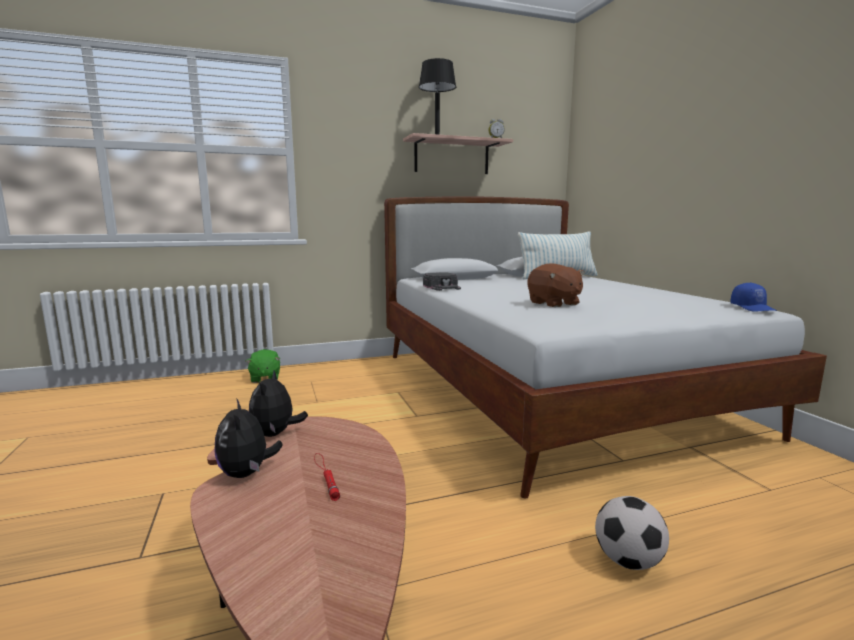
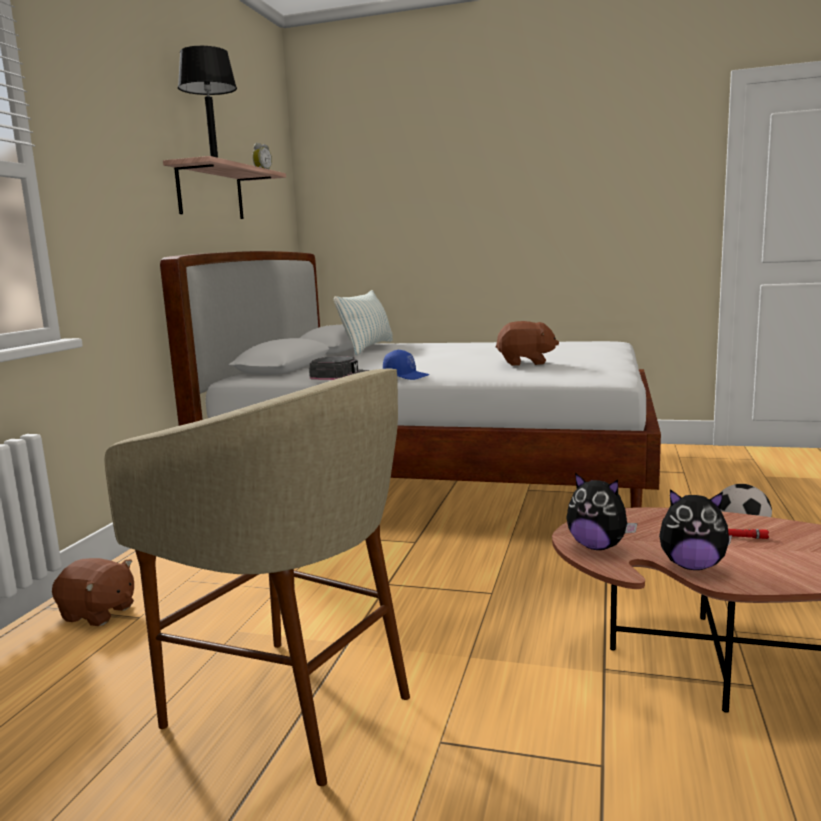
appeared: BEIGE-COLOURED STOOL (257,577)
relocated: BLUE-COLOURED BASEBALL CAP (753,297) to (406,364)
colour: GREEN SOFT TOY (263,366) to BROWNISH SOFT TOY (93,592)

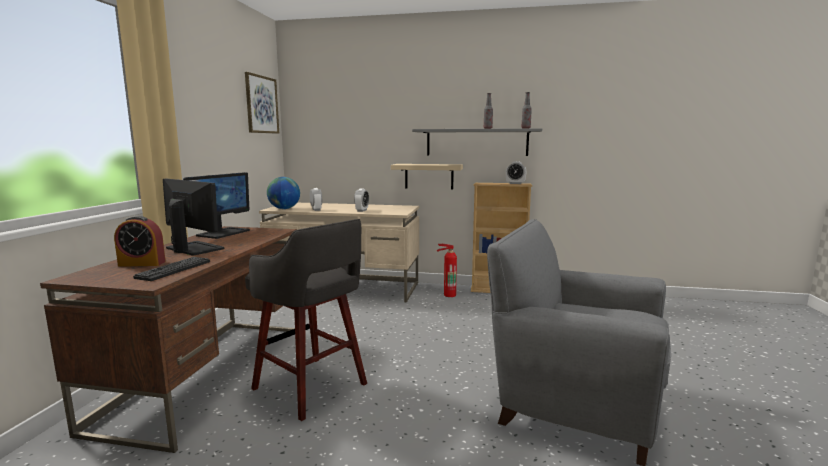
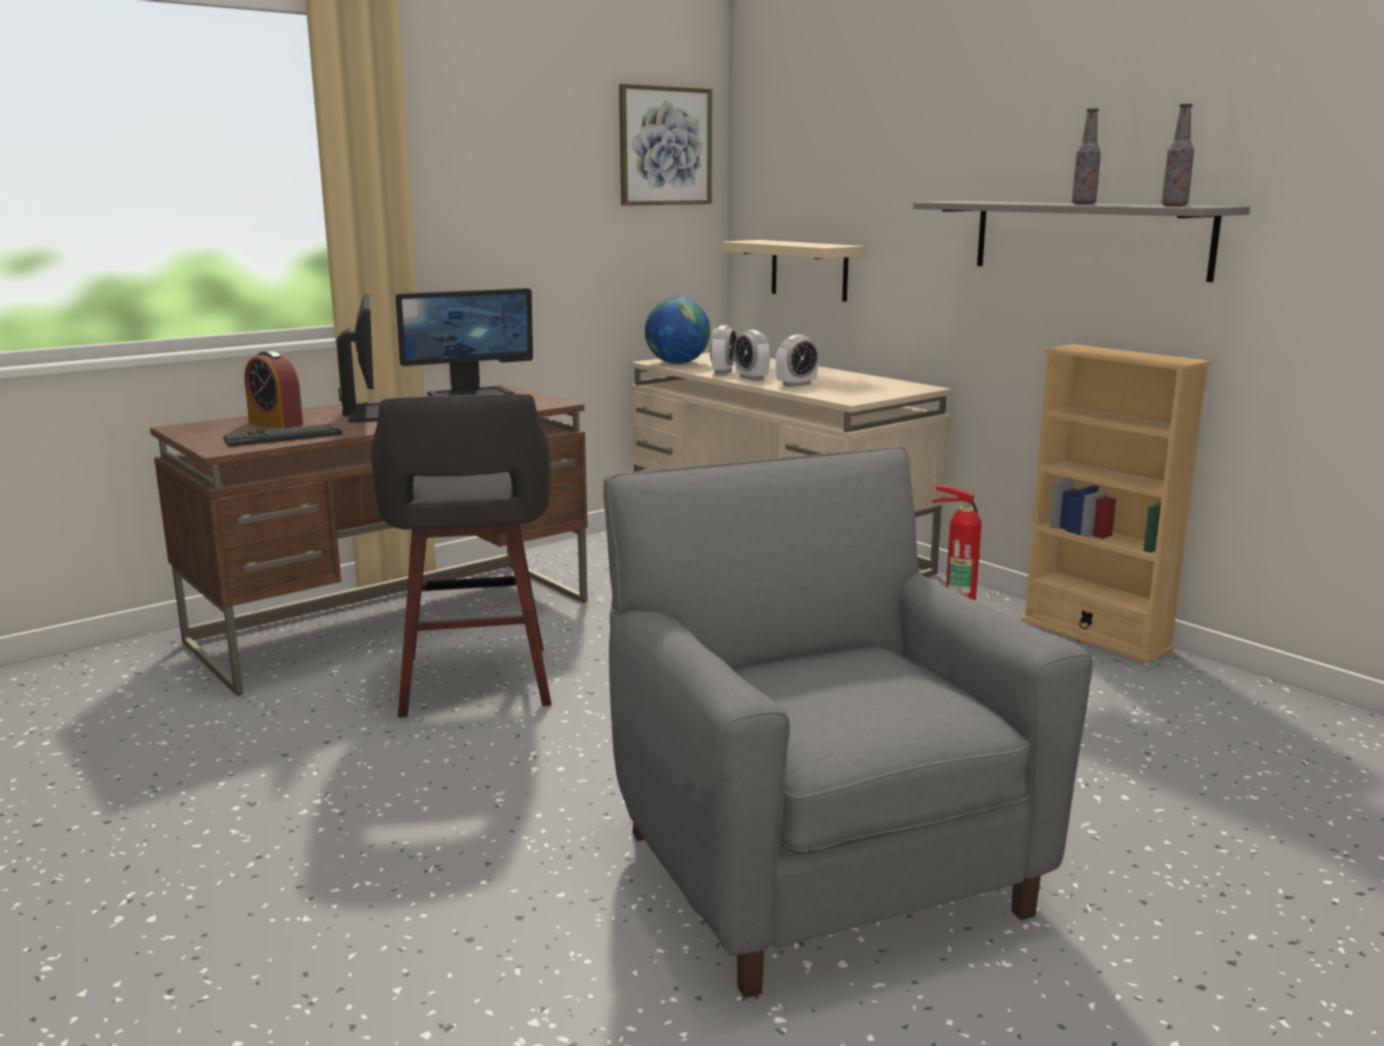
relocated: BEDSIDE CLOCK (516,172) to (752,355); BEIGE-COLOURED SHELF (427,176) to (793,271)

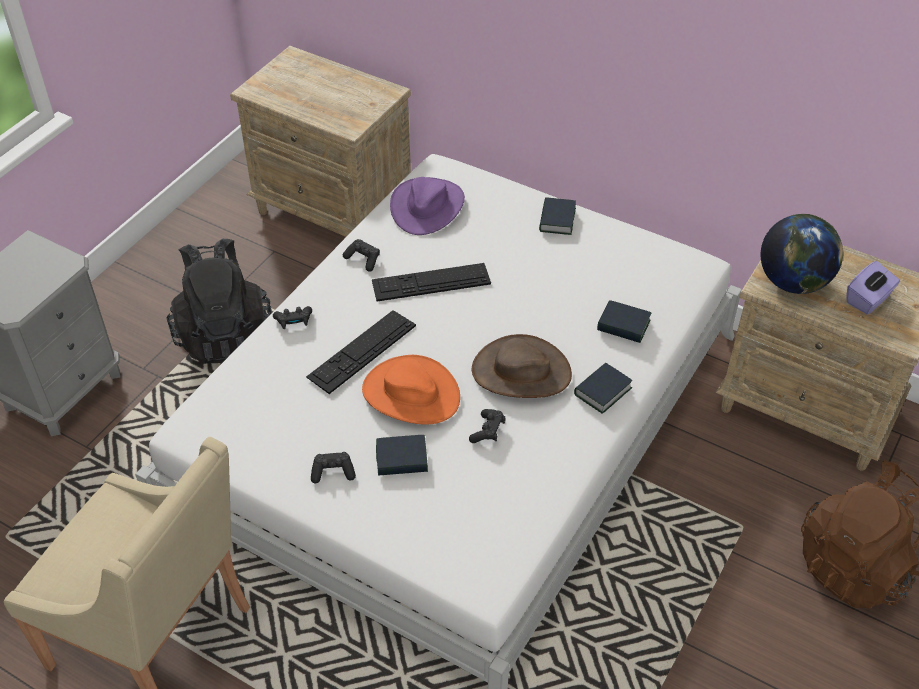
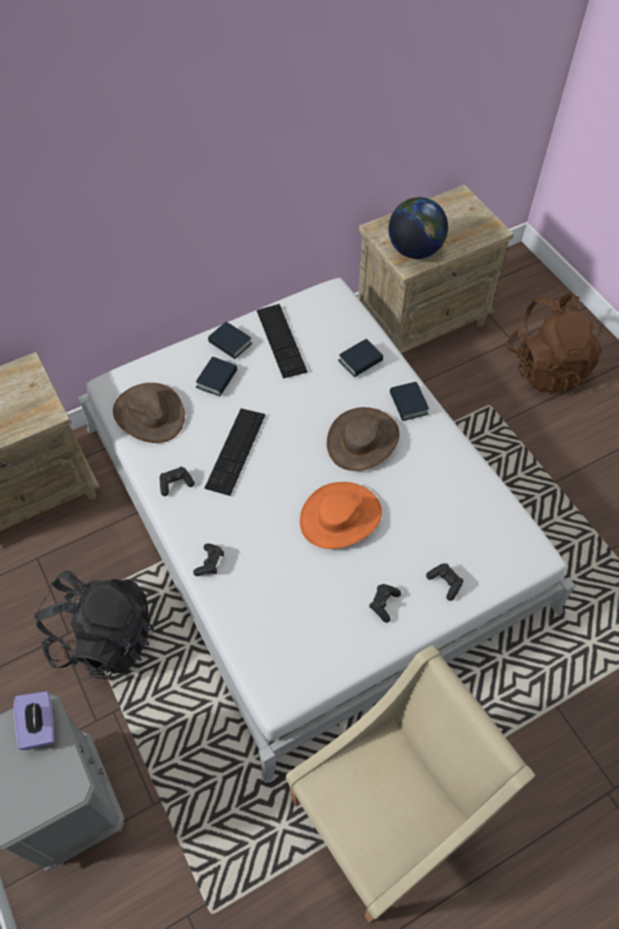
relocated: PURPLE TISSUE BOX (873,288) to (34,720); COMPUTER KEYBOARD (361,352) to (282,341); BLACKISH GAMEPAD (487,426) to (444,582); BOOK (402,455) to (216,377)
colour: PURPLE CLOTHING HAT (427,206) to BROWNISH CLOTHING HAT (149,413)

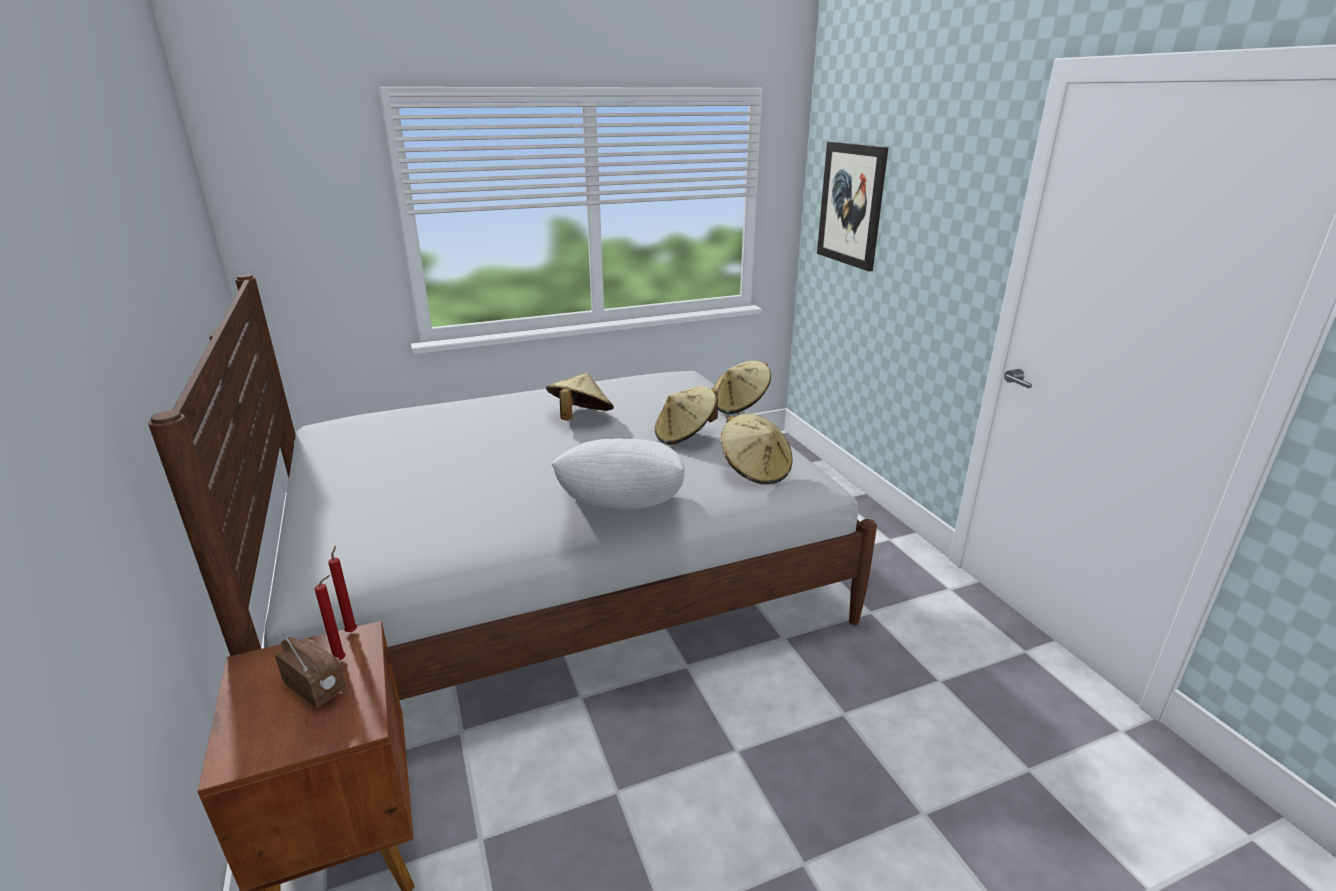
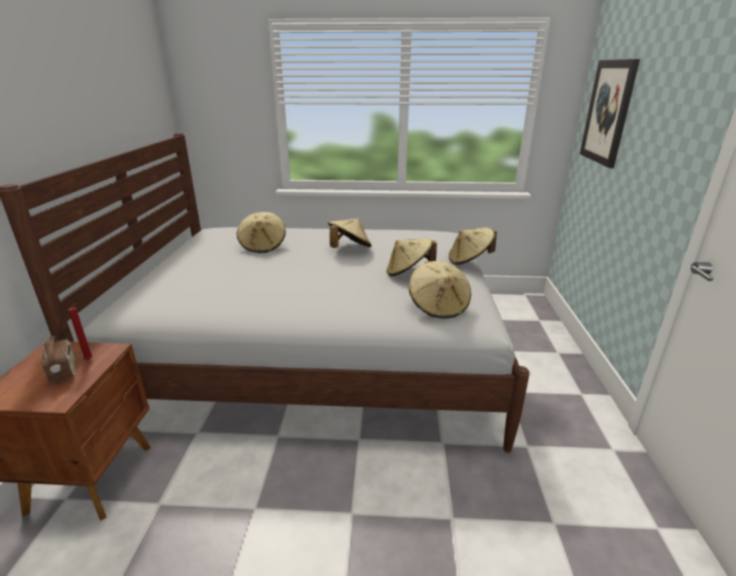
missing: WHITE-COLOURED PILLOW (618,474); REDDISH WAX LIGHT (342,589)
appeared: BEIGE-COLOURED CLOTHING HAT (261,232)

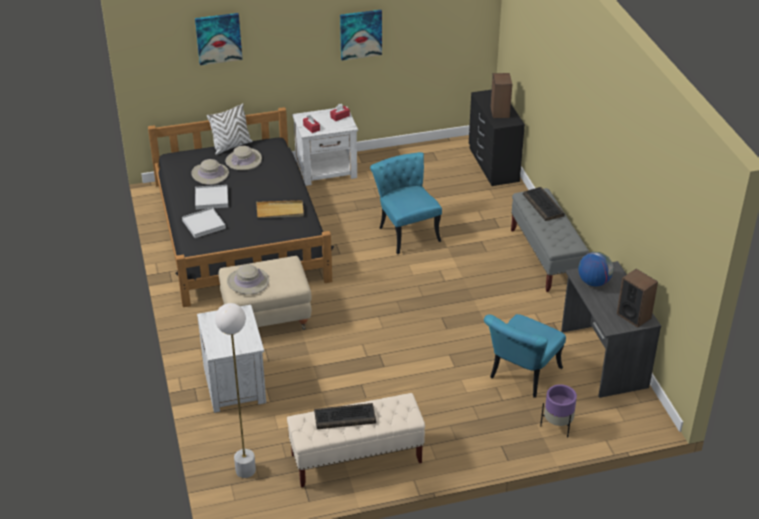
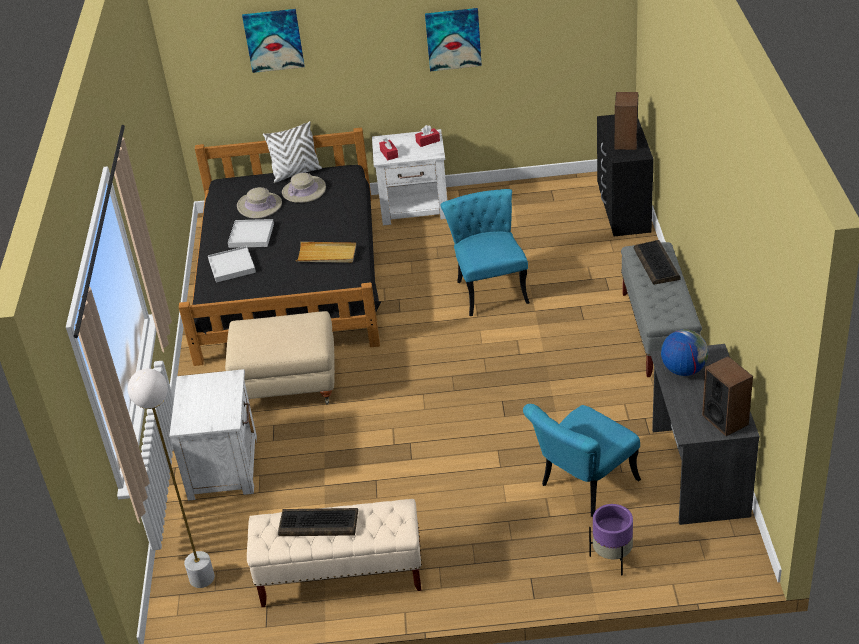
missing: BEIGE-COLOURED CLOTHING HAT (248,280)

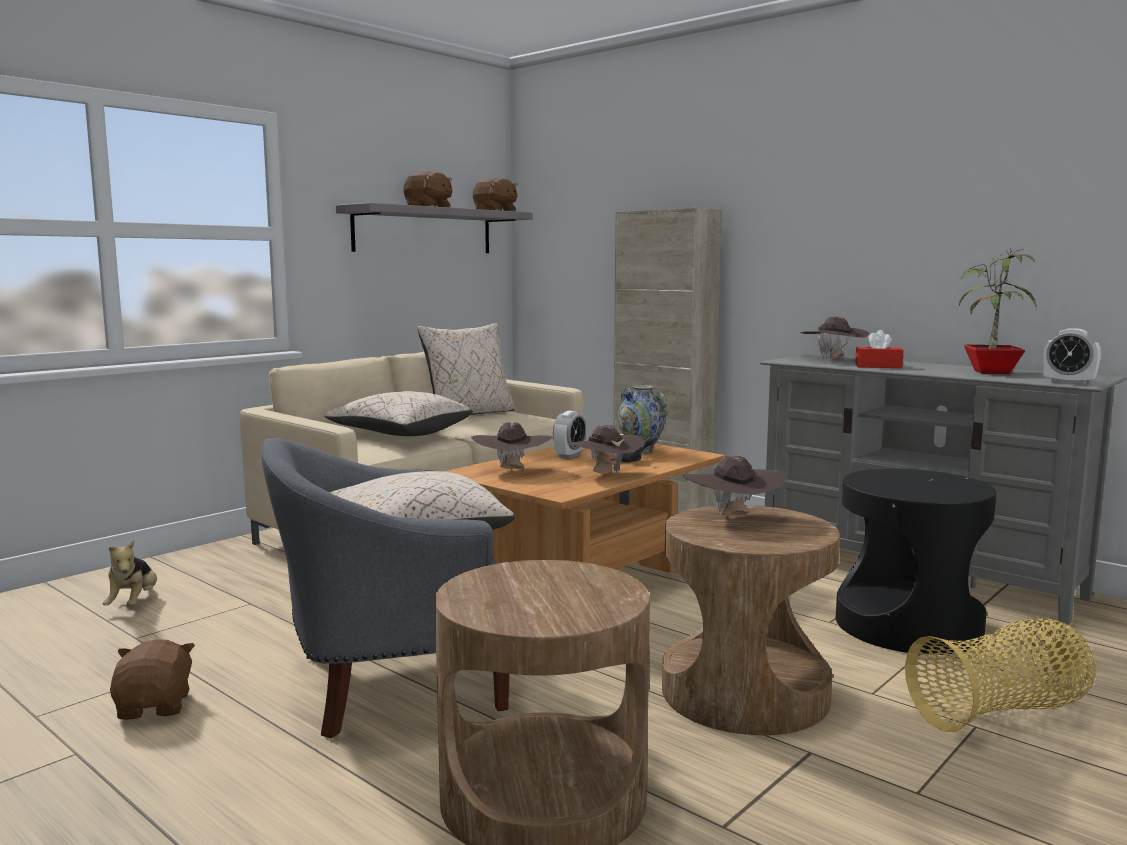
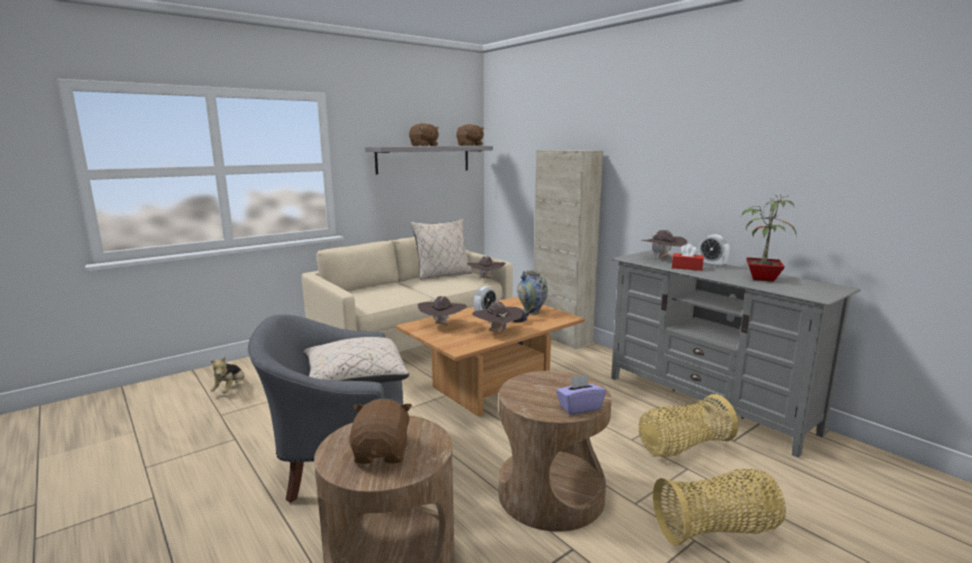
missing: BEIGE-COLOURED PILLOW (398,413)
appeared: PURPLE TISSUE BOX (581,394)
relocated: BEDSIDE CLOCK (1071,356) to (714,250); BROWNISH CLOTHING HAT (734,485) to (486,267); BROWNISH SOFT TOY (152,679) to (380,431)
exchanged: BLACKISH SIDE TABLE (916,562) to BASKET (688,425)

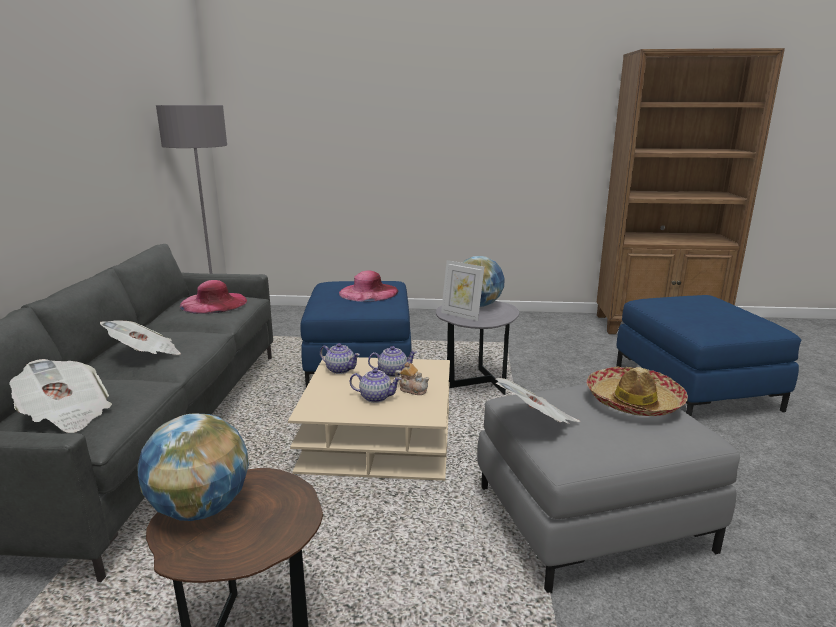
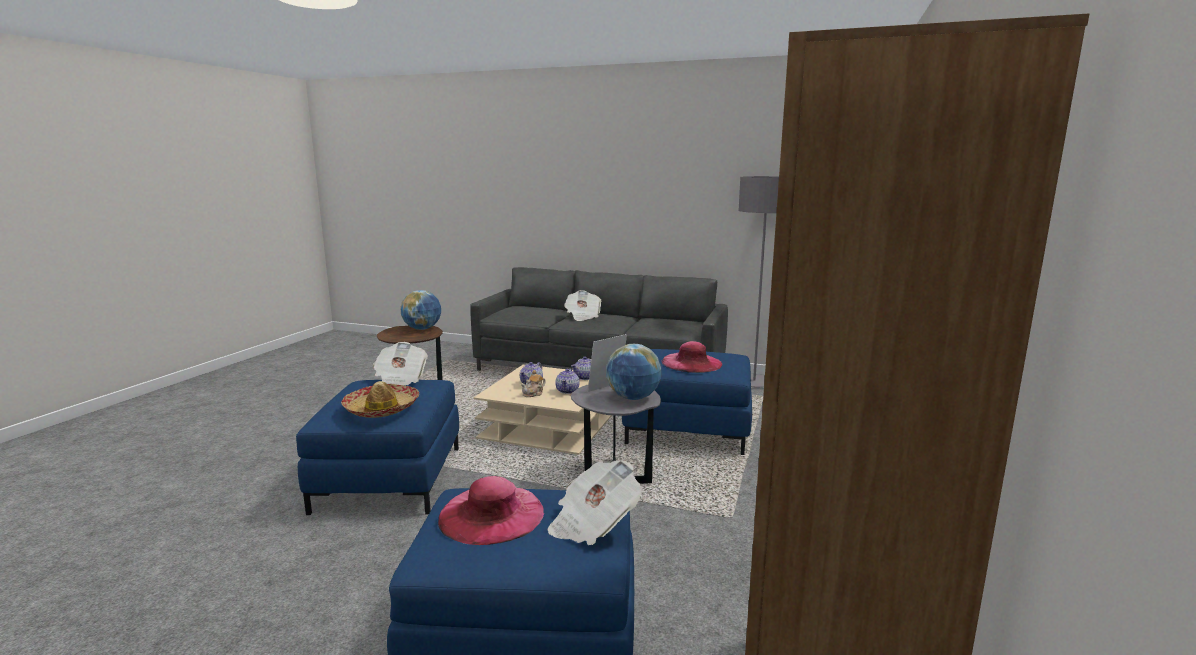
relocated: PINKISH CLOTHING HAT (213,297) to (491,510); DAILY PAPER (60,396) to (595,502)
colour: GRAY FOOTREST (608,489) to BLUE-COLOURED FOOTREST (377,447)

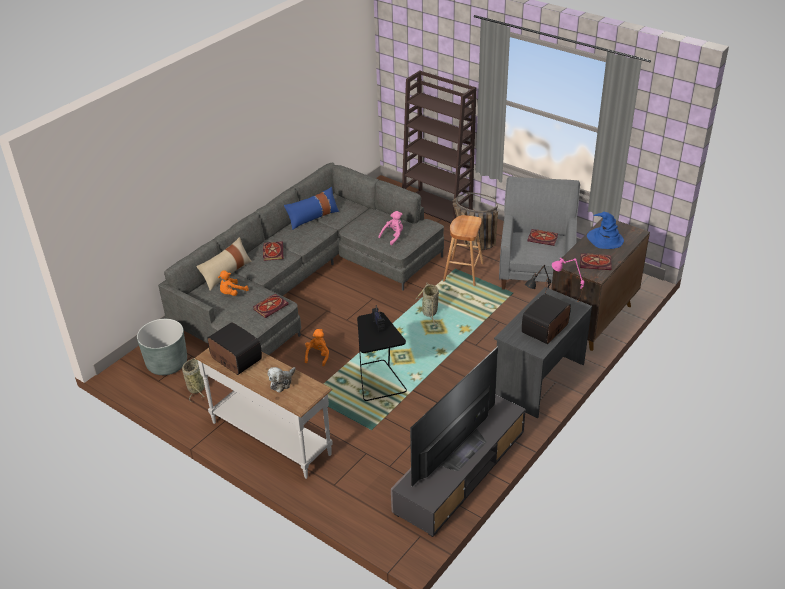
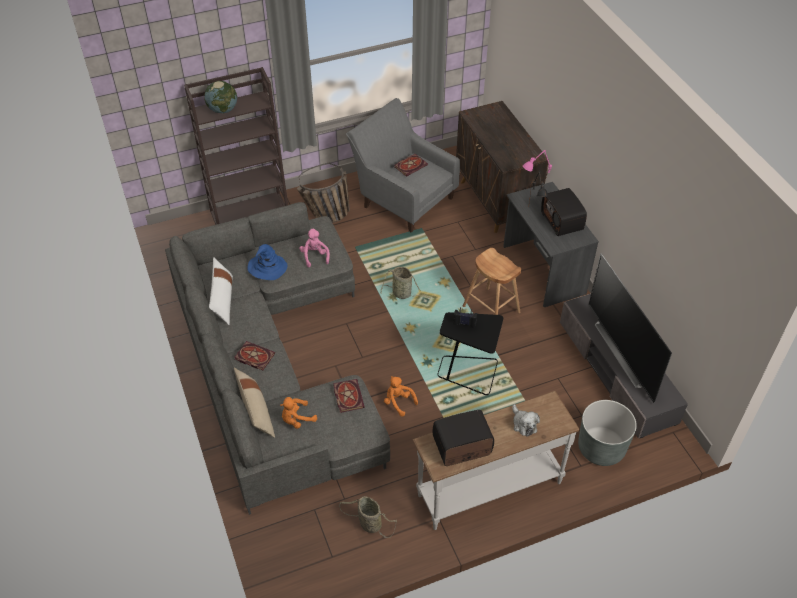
missing: BOOK (596,261)
appeared: WORLD GLOBE (220,97)
relocated: BLUE-COLOURED CLOTHING HAT (605,230) to (267,262); BROWNISH STOOL (463,250) to (492,281); GRAY FLOWER POT (162,347) to (607,433)
colour: BLUE-COLOURED PILLOW (311,208) to WHITE-COLOURED PILLOW (221,291)
spun: ORANGEY SOFT TOY (233,283) = (298,413) 75 degrees clockwise

